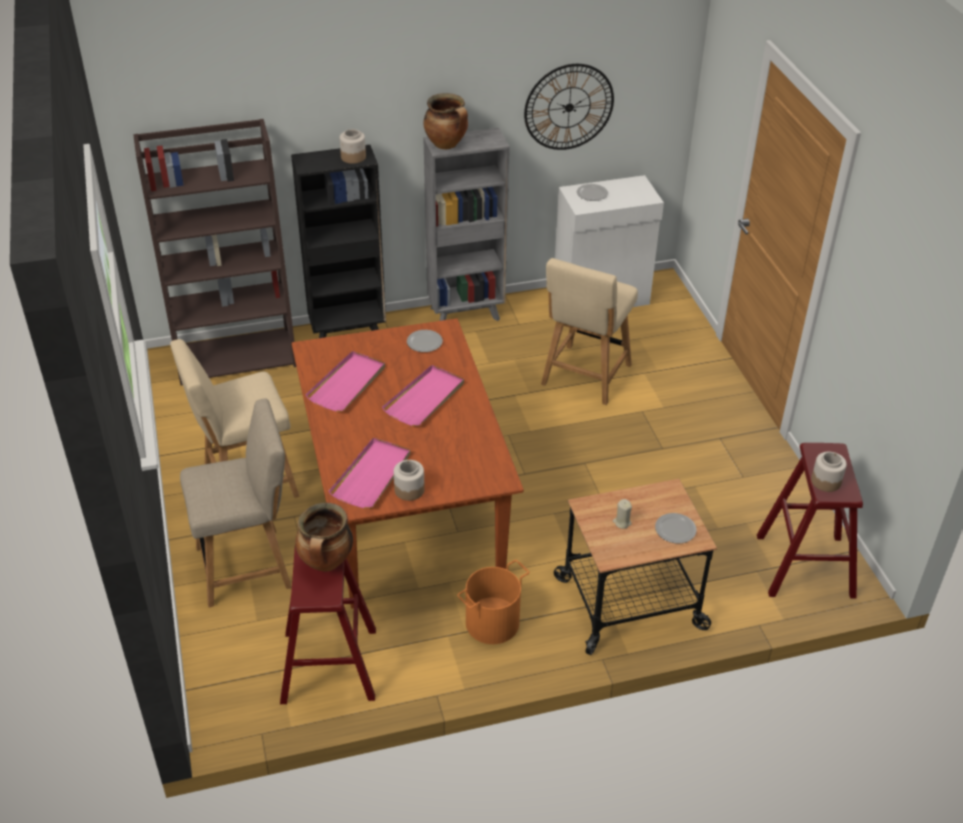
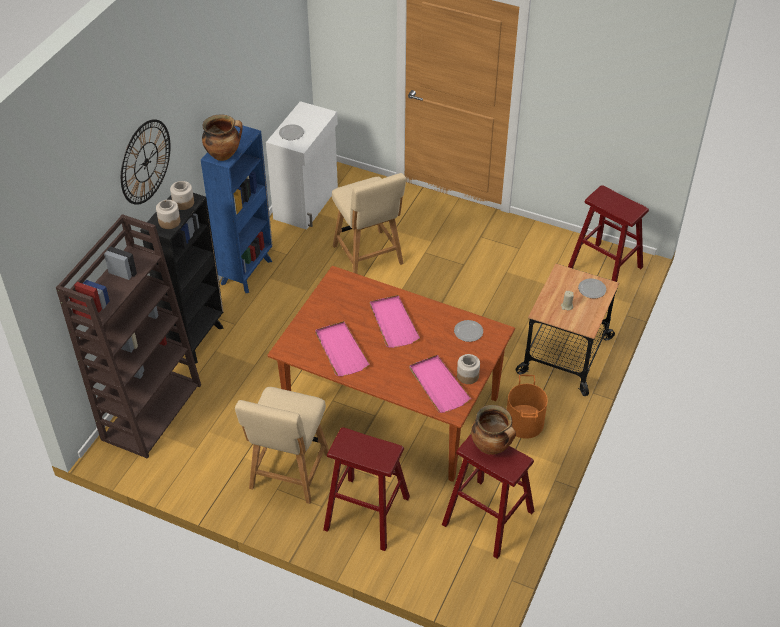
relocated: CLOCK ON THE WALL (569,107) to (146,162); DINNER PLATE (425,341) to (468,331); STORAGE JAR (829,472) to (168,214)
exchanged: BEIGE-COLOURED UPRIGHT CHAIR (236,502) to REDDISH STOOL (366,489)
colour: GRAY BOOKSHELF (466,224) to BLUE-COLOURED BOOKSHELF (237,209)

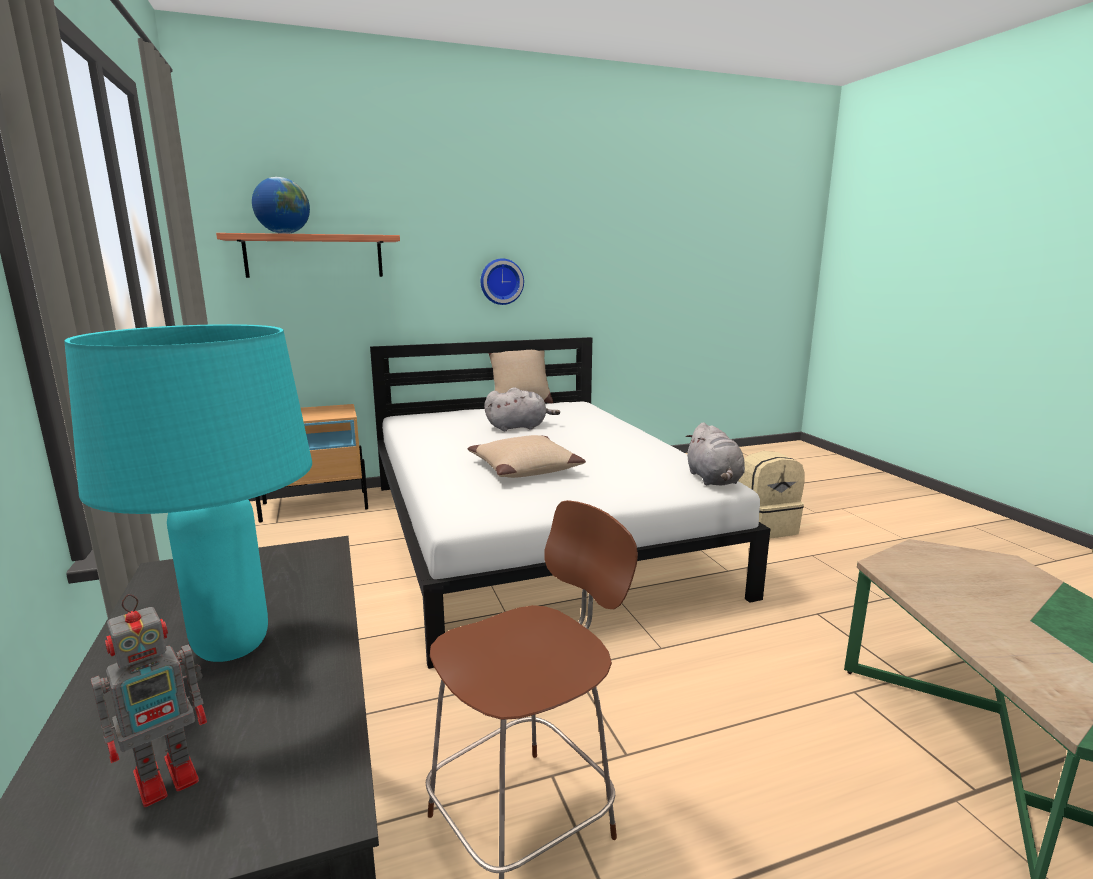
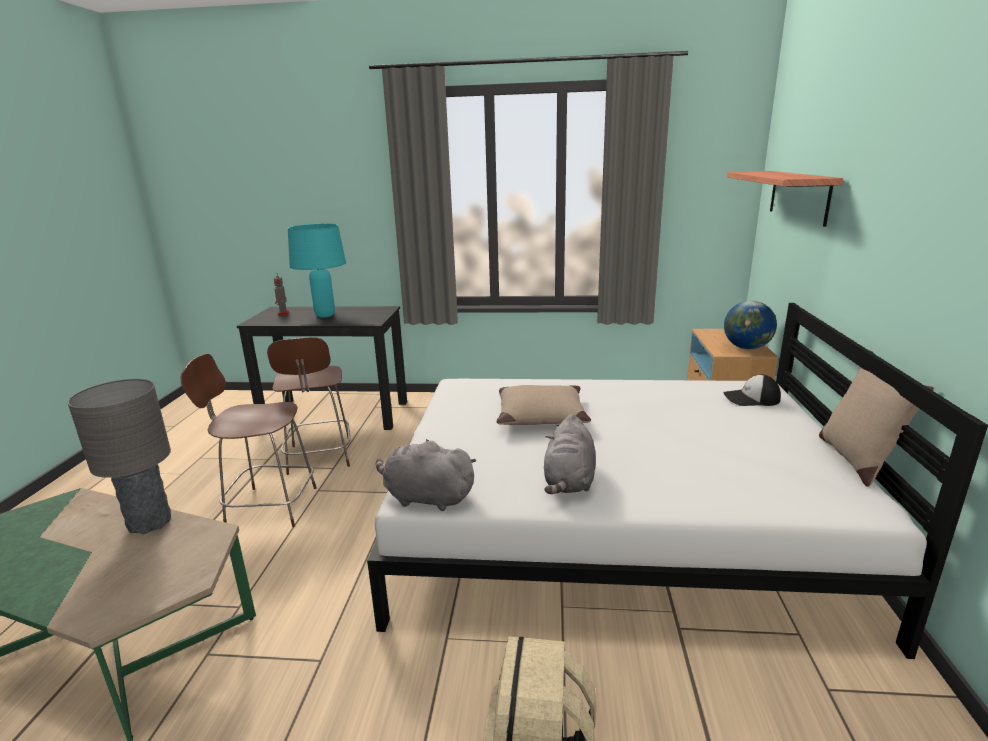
missing: CLOCK ON THE WALL (502,281)
appeared: BROWNISH UPRIGHT CHAIR (248,440); BASEBALL CAP (752,390); GRAY TABLETOP LAMP (119,456)
relocated: WORLD GLOBE (281,205) to (750,325); GRAY SOFT TOY (522,409) to (570,454)

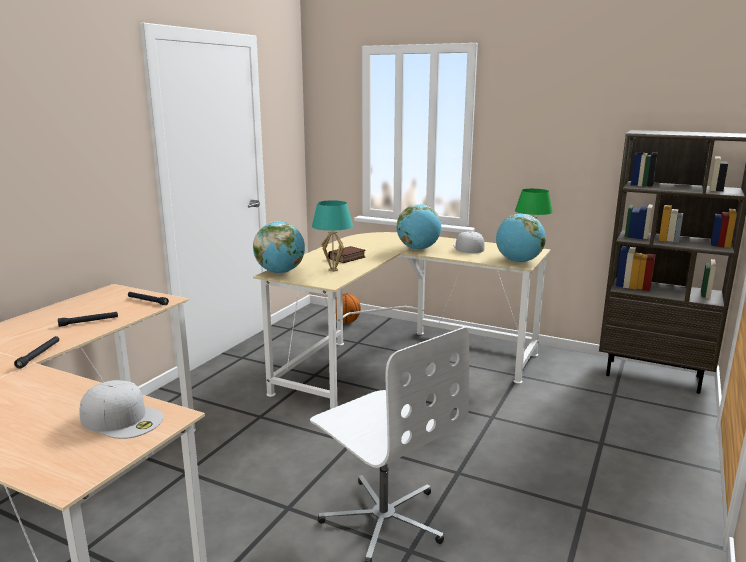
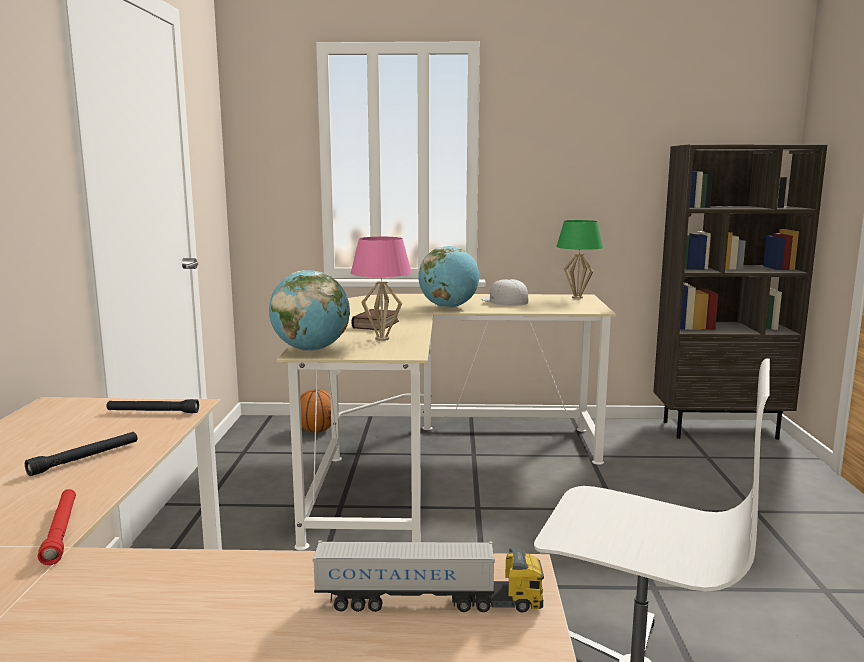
missing: WORLD GLOBE (521,238)
exchanged: WHITE-COLOURED BASEBALL CAP (122,409) to TOY TRUCK (428,577)
colour: TURQUOISE TABLETOP LAMP (332,235) to PINKISH TABLETOP LAMP (381,289); BLACKISH FLASHLIGHT (36,352) to REDDISH FLASHLIGHT (57,527)

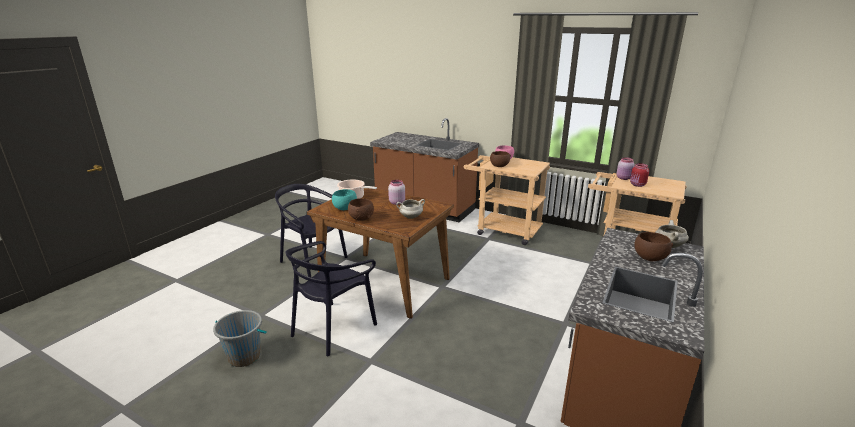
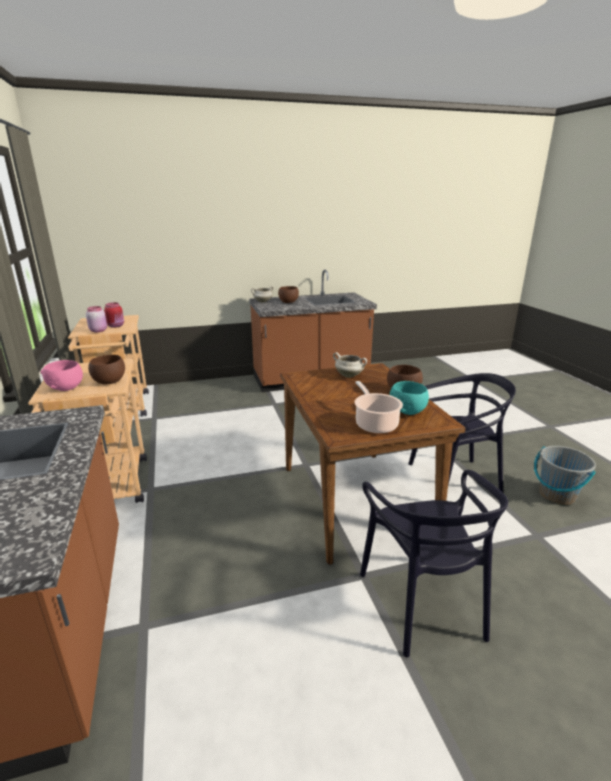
missing: PINKISH STORAGE JAR (396,192)

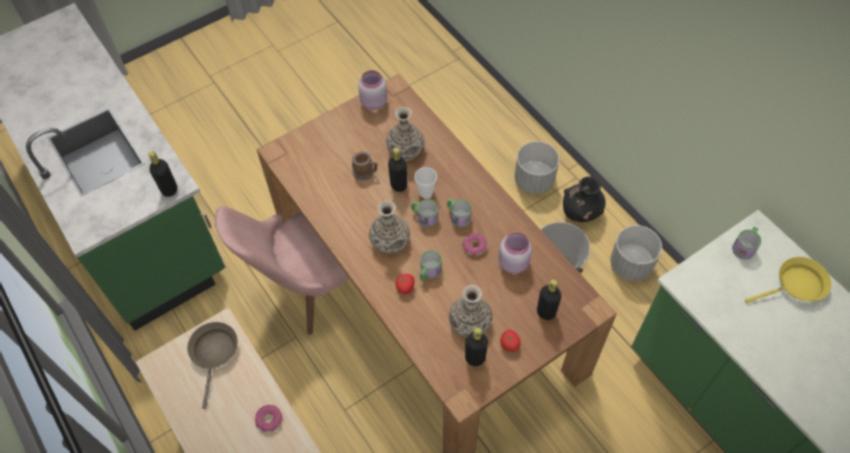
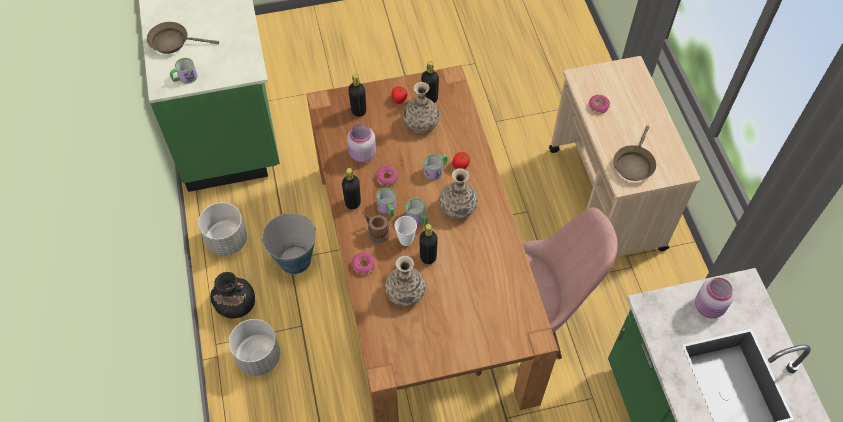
appeared: DOUGHNUT (363,263)
relocated: PINKISH STORAGE JAR (372,90) to (714,298); BLACKISH BEVERAGE BOTTLE (163,174) to (351,188); TEA MUG (365,166) to (377,228)
colour: YELLOW SKILLET (788,280) to BROWNISH SKILLET (183,38)

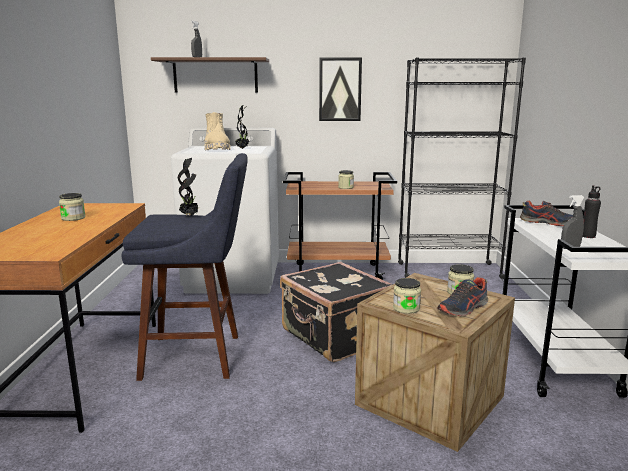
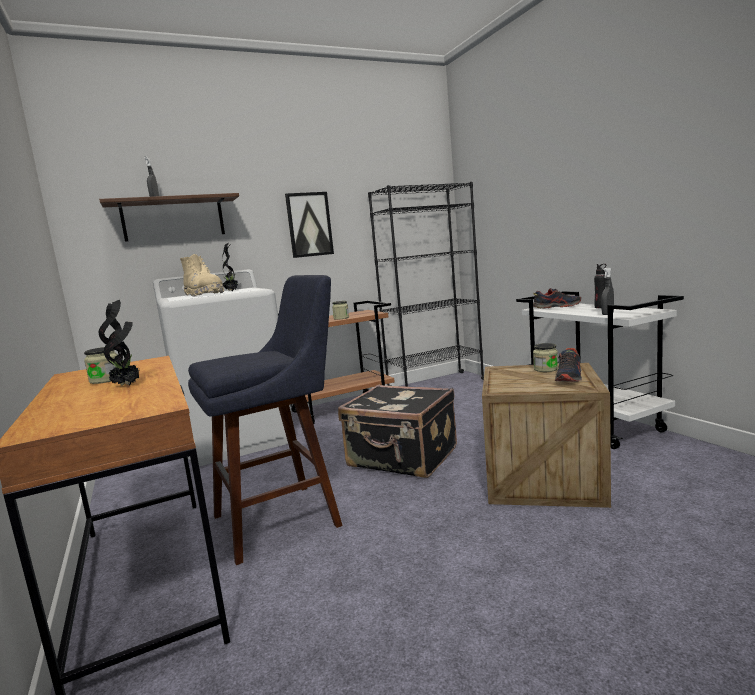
missing: STORAGE JAR (407,296)
relocated: HOUSEPLANT (189,187) to (119,342)

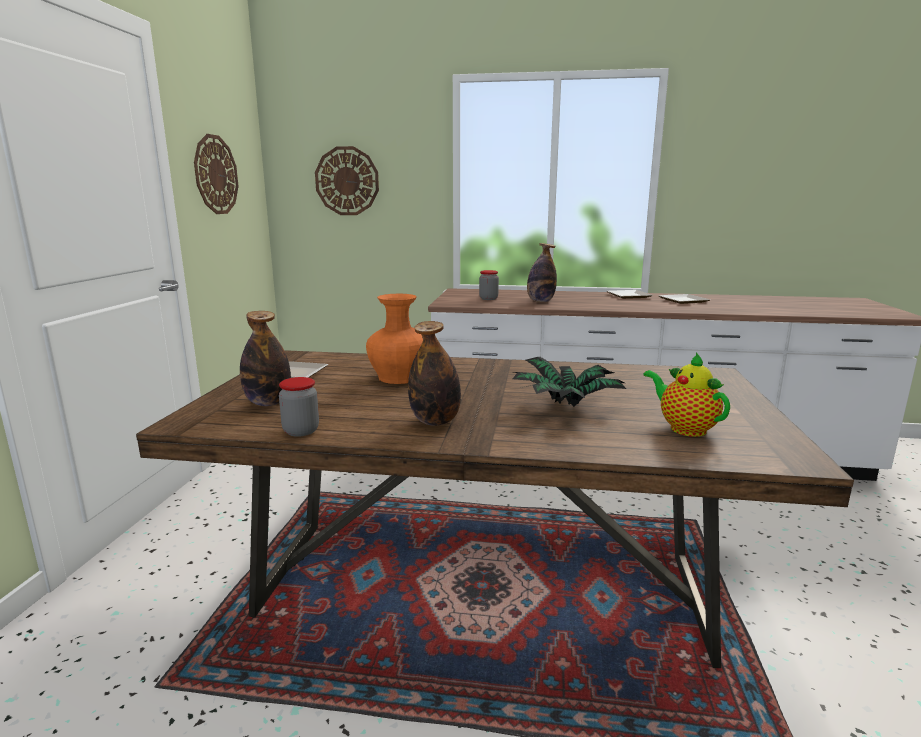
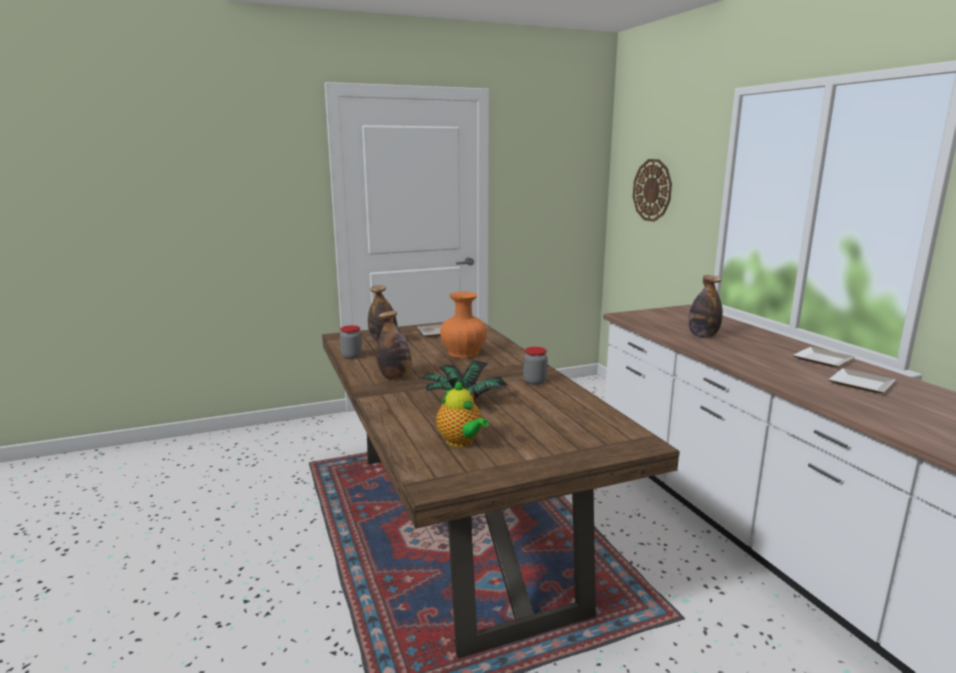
missing: CLOCK ON THE WALL (216,174)
relocated: STORAGE JAR (489,285) to (535,366)
spun: TEAPOT (686,394) = (462,413) 120 degrees clockwise

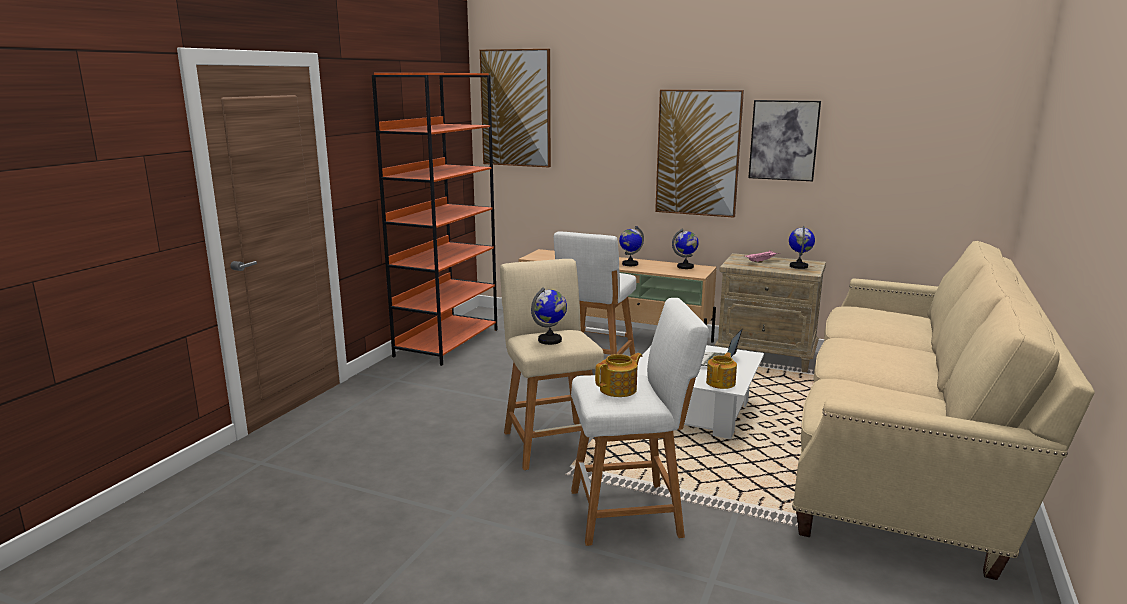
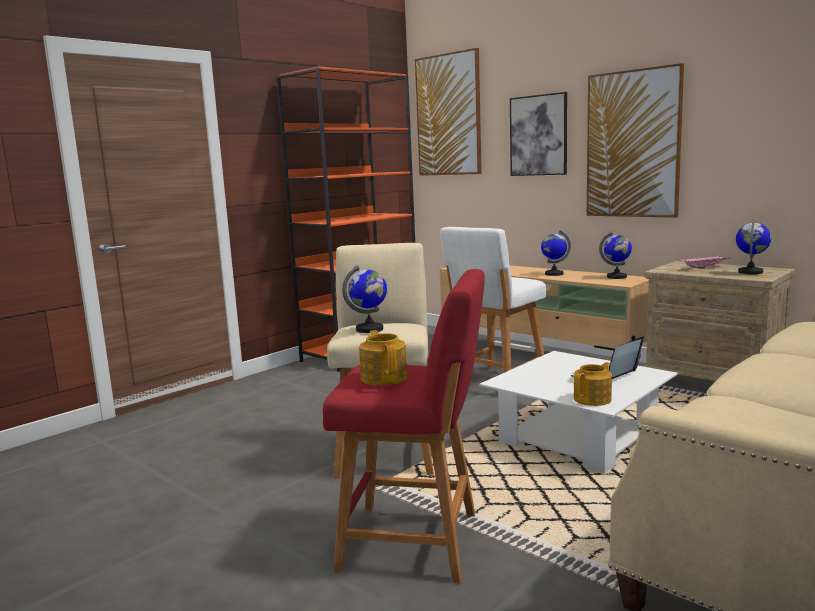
relocated: WALL PICTURE (784,140) to (538,134)
colour: WHITE-COLOURED STOOL (639,422) to REDDISH STOOL (404,426)
spun: TEAPOT (618,375) = (383,357) 90 degrees counterclockwise

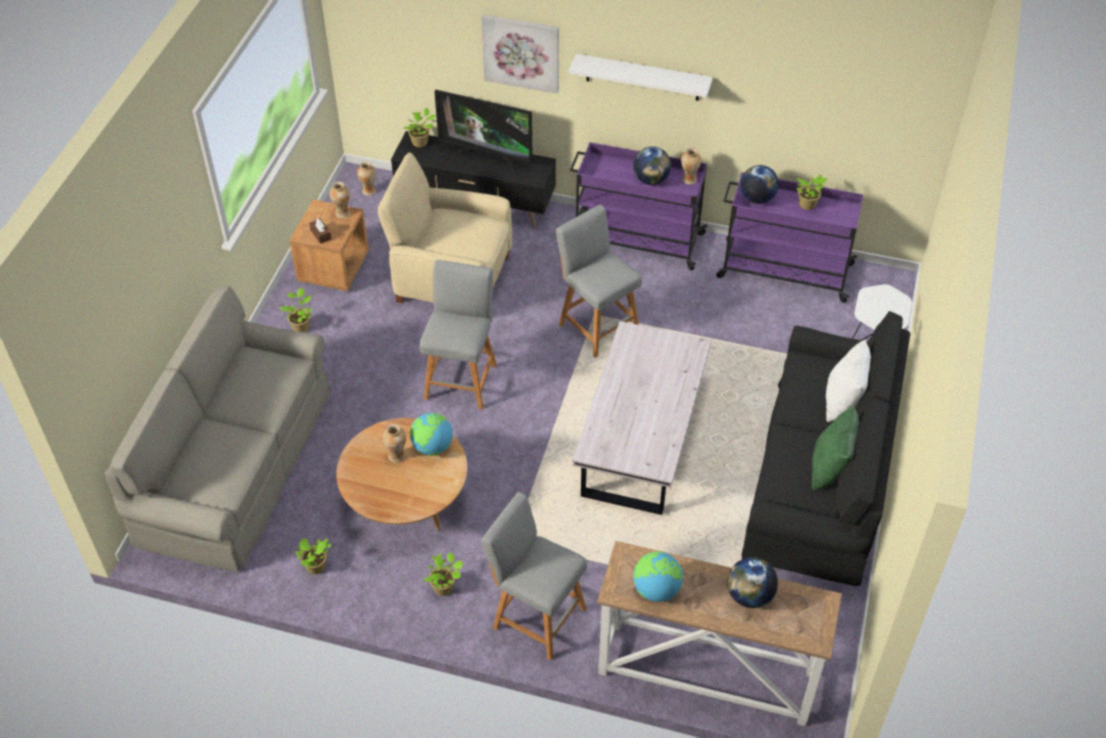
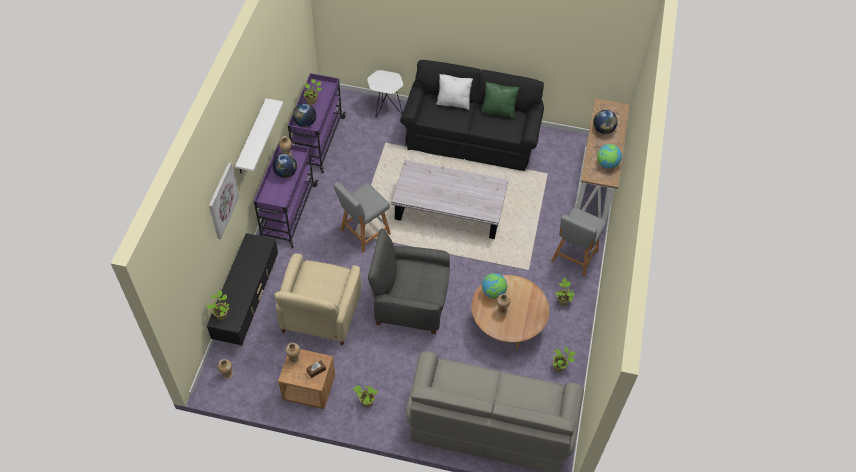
missing: TV SET (483,131)
exchanged: GRAY STOOL (458,335) to GRAY ARMCHAIR (409,281)

